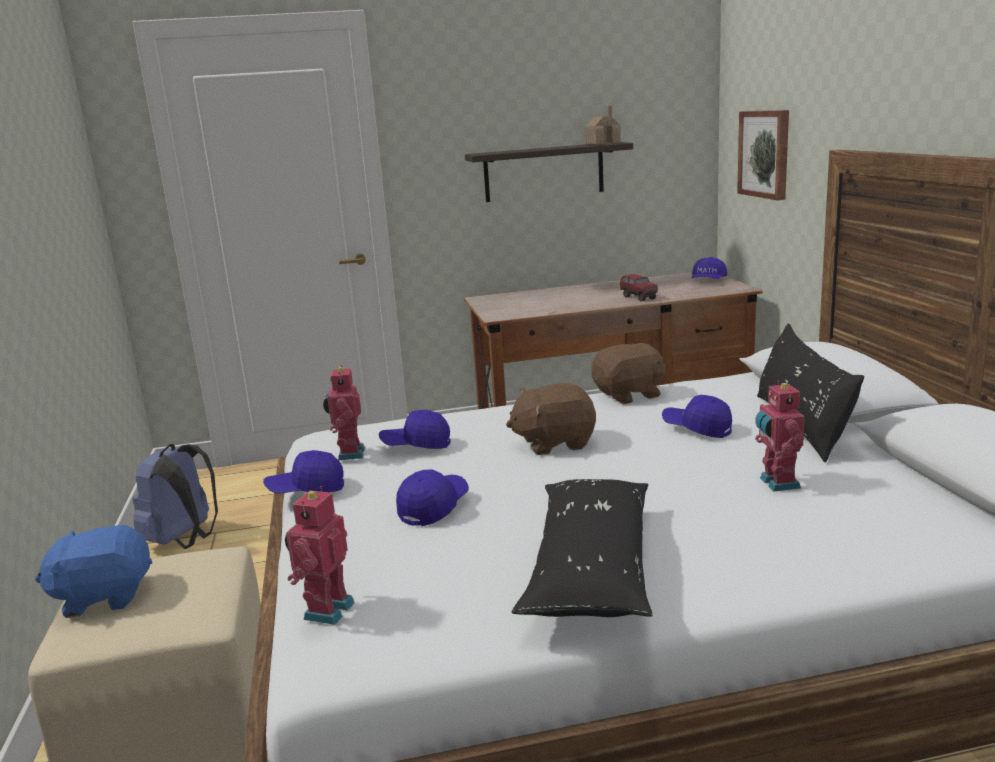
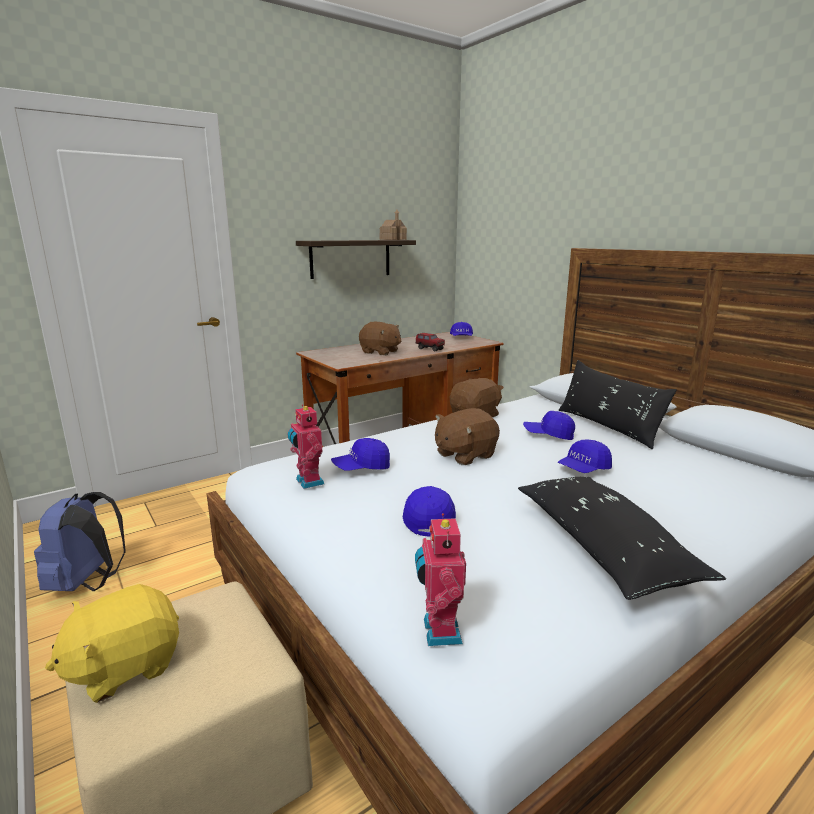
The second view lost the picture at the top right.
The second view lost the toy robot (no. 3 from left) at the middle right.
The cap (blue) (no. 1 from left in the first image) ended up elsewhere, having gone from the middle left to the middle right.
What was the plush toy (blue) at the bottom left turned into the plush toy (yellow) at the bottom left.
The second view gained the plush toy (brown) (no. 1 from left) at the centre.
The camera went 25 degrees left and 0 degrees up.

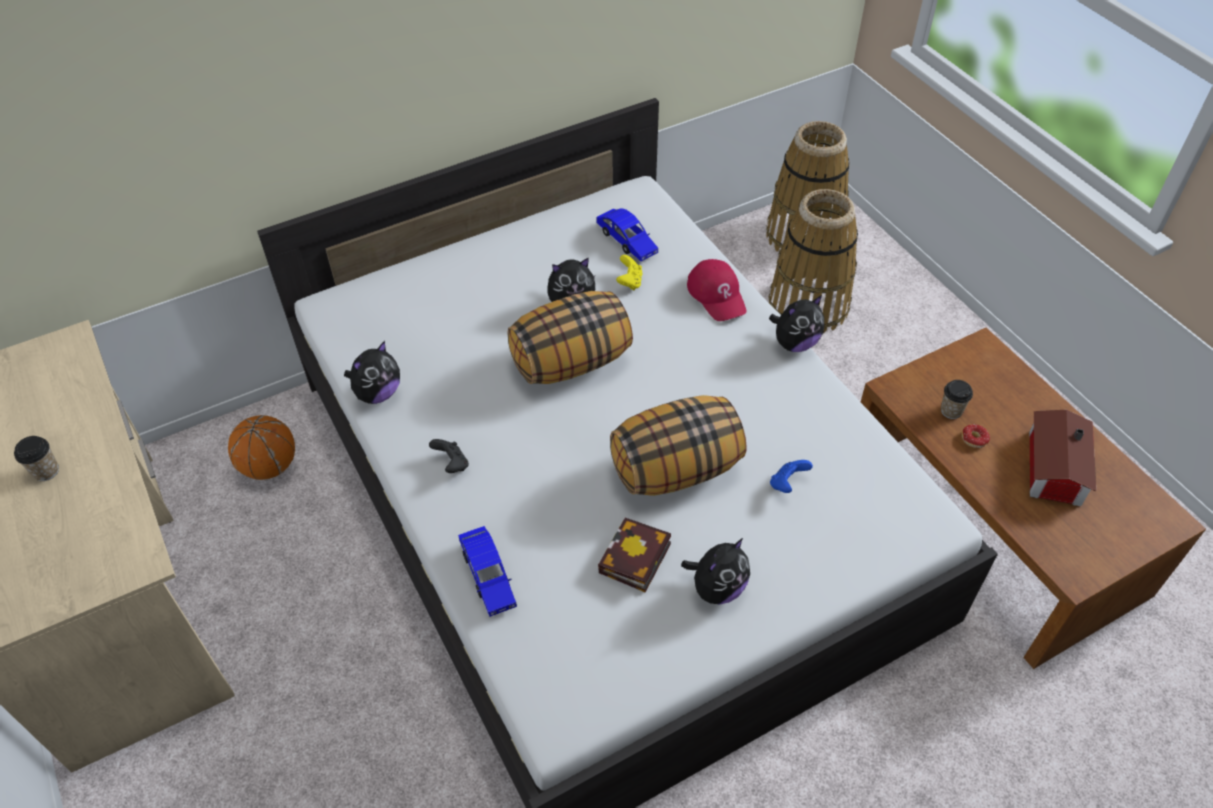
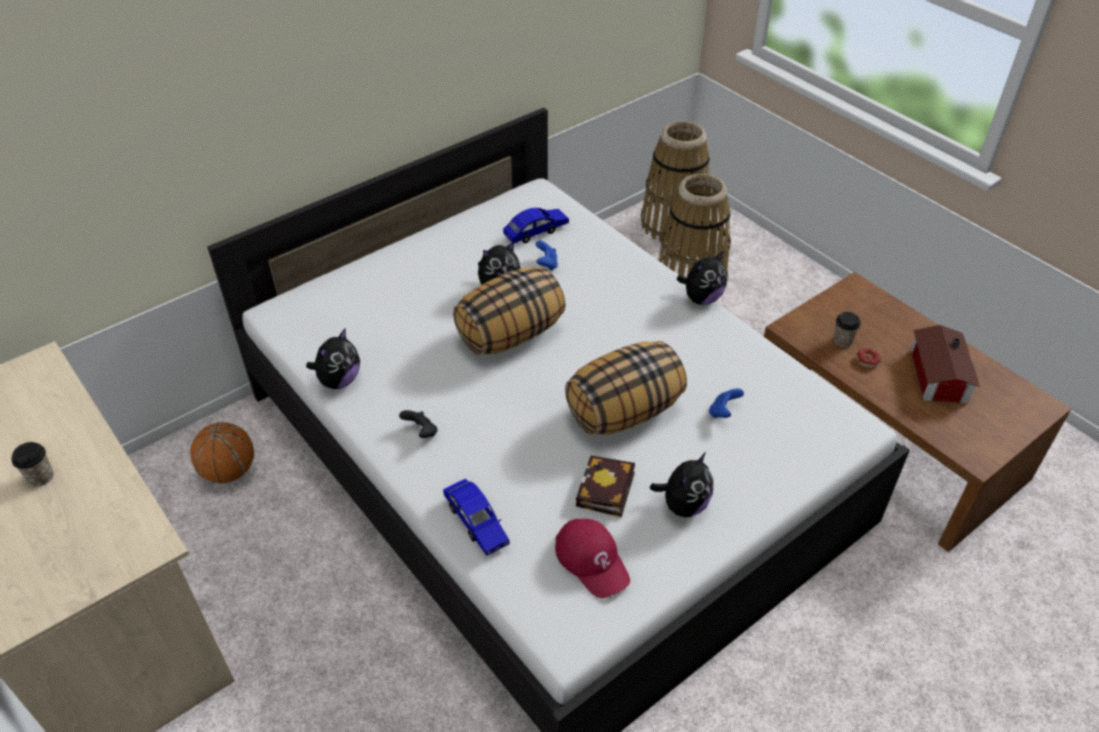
The toy car (blue) (no. 2 from left) at the top centre ended up facing another way, 75 degrees counterclockwise from before.
What was the game controller (yellow) at the centre turned into the game controller (blue) (no. 1 from left) at the centre.
The cap (red) ended up elsewhere, having gone from the centre to the bottom centre.
The camera went 10 degrees left and 5 degrees down.

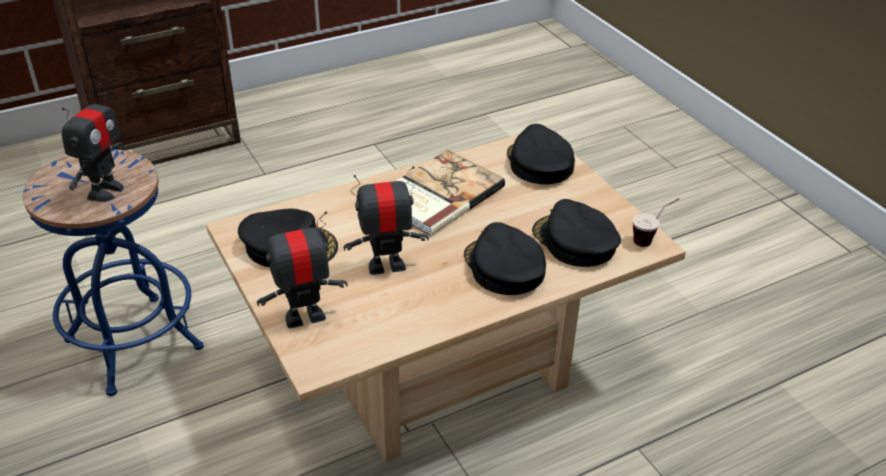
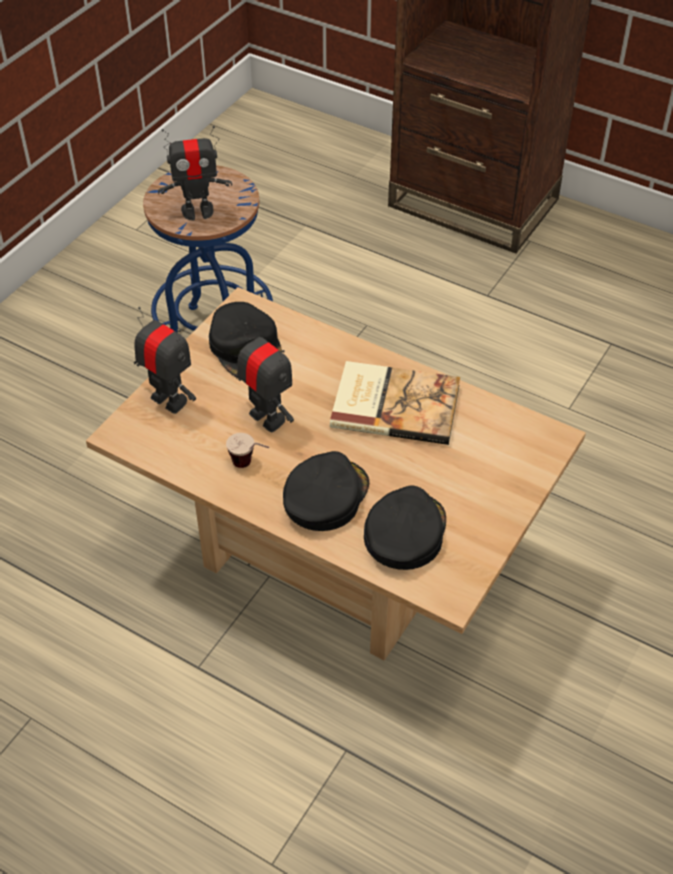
The second view lost the cap (black) (no. 3 from left) at the top centre.
The cup ended up elsewhere, having gone from the middle right to the centre.
The camera went 60 degrees right and 10 degrees up.

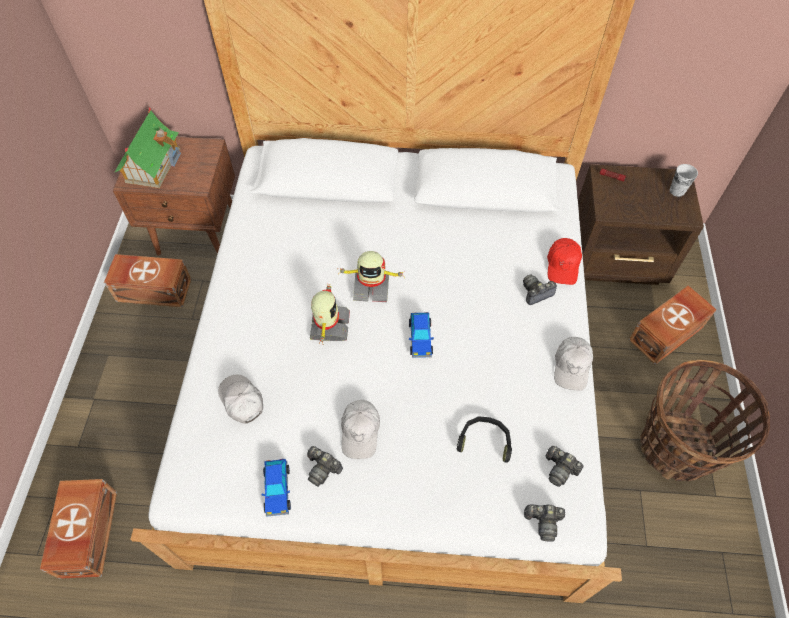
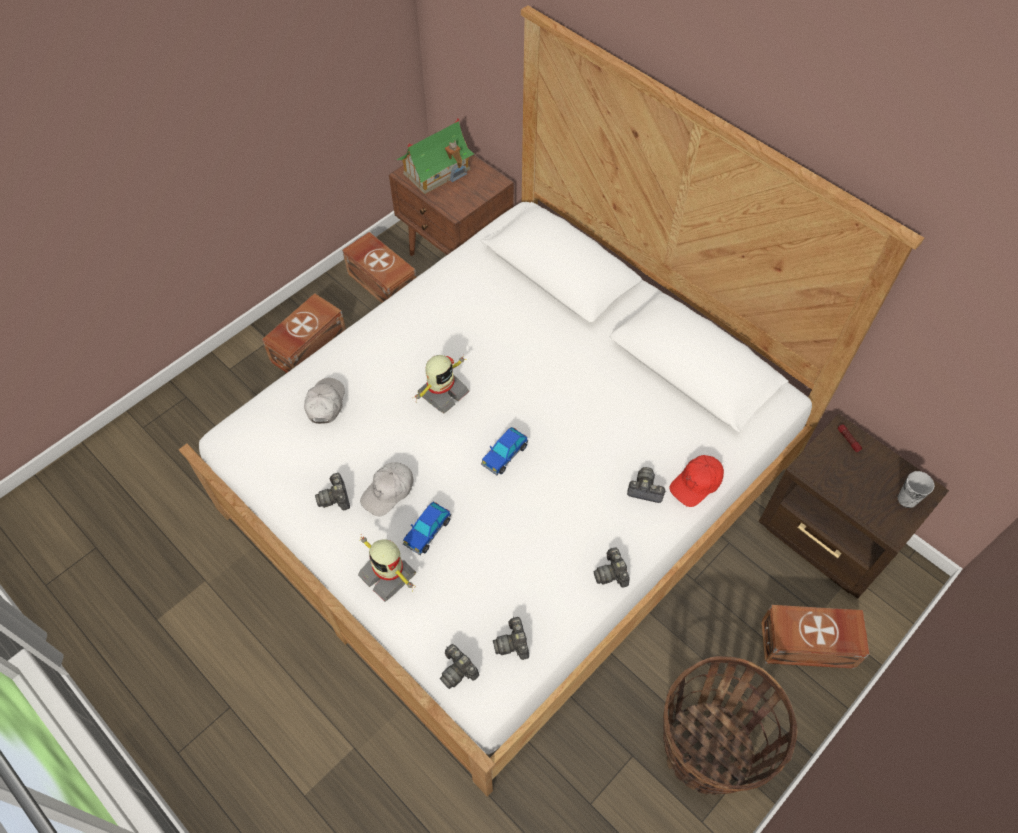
The toy robot (no. 2 from left in the first image) ended up elsewhere, having gone from the centre to the bottom centre.
Where the cap (white) (no. 3 from left) stood at the middle right, the photo camera (no. 4 from left) came to stand at the bottom centre.
The second view lost the headphones (black) at the bottom centre.
The toy car (no. 1 from left) ended up elsewhere, having gone from the bottom centre to the centre.
The storage box (brown) (no. 1 from left) ended up elsewhere, having gone from the bottom left to the middle left.
The camera went 40 degrees right and 0 degrees up.

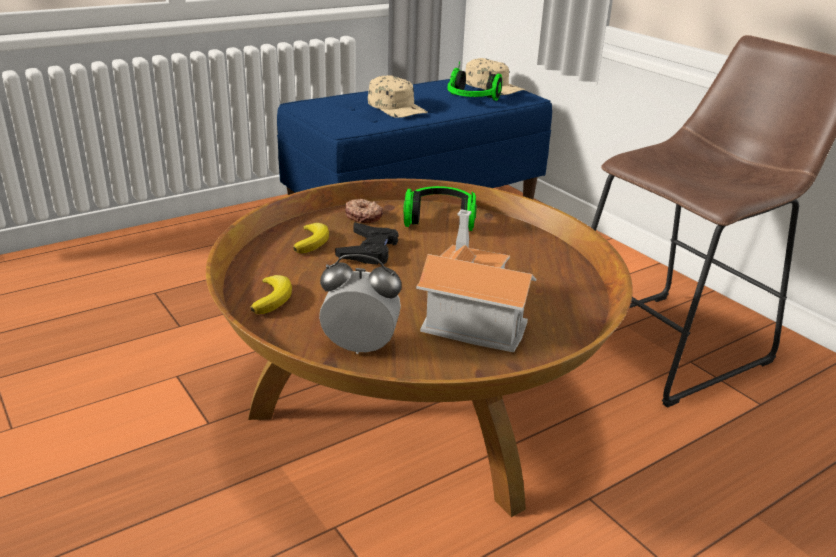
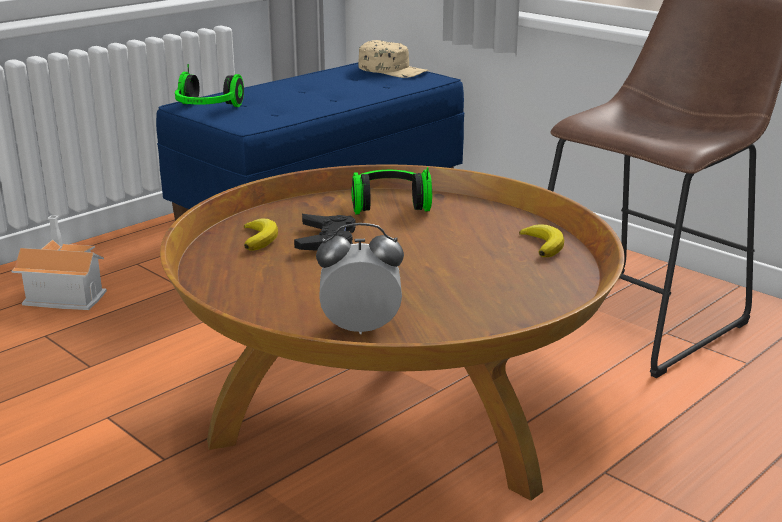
The headphones (no. 2 from left in the first image) ended up elsewhere, having gone from the top centre to the top left.
The second view lost the cap (beige) (no. 1 from left) at the top centre.
The second view lost the donut at the centre.
The toy house ended up elsewhere, having gone from the centre to the middle left.
The banana (no. 1 from left in the first image) ended up elsewhere, having gone from the middle left to the middle right.
The camera went 10 degrees left and 5 degrees down.

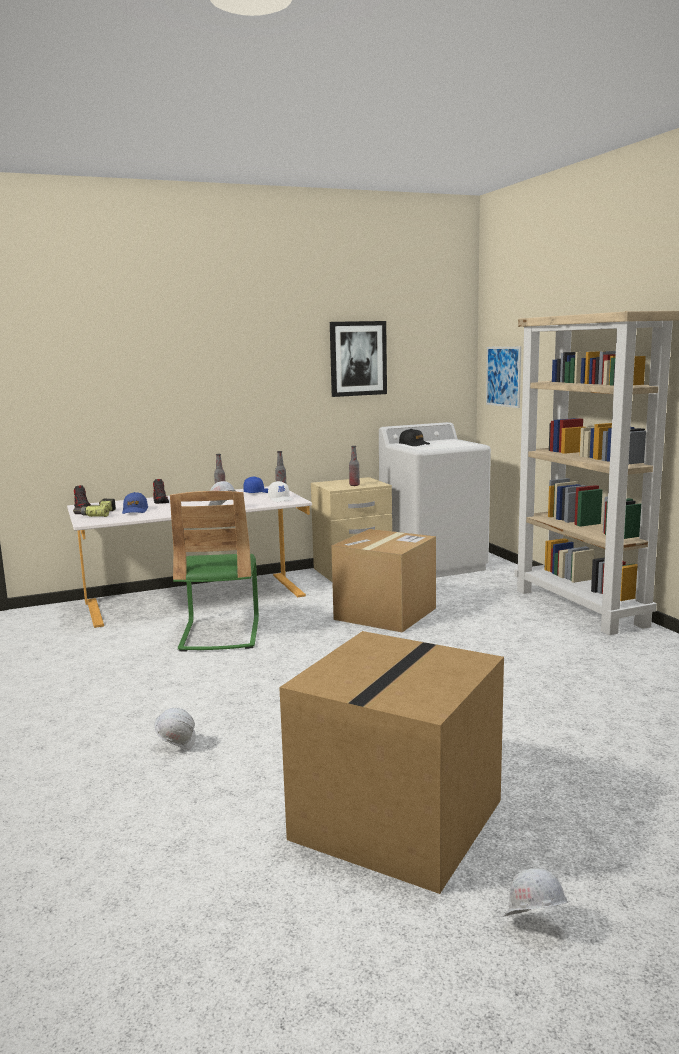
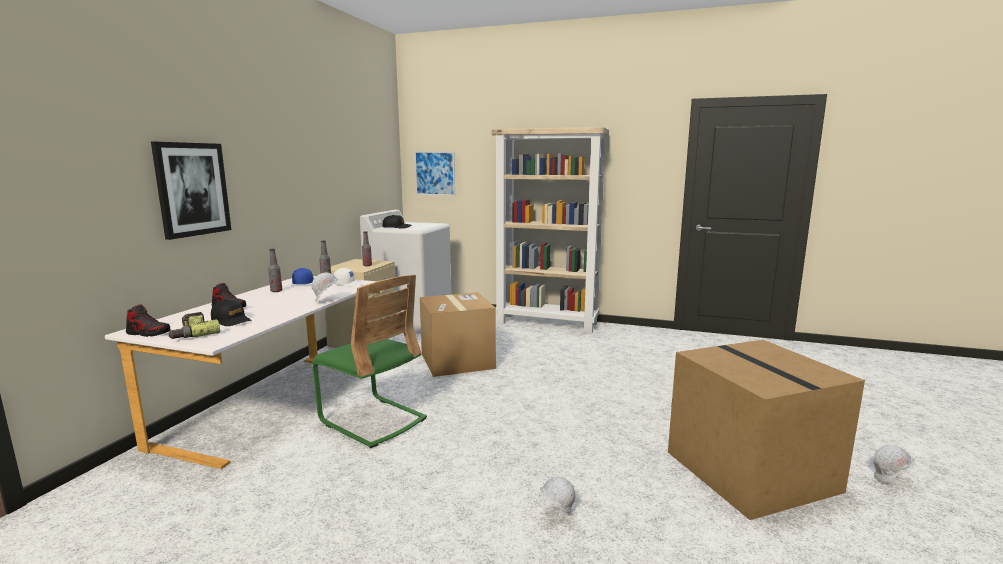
The picture (no. 1 from left) ended up elsewhere, having gone from the centre to the middle left.
What was the cap (blue) (no. 1 from left) at the middle left turned into the cap (black) (no. 1 from left) at the middle left.
The camera went 50 degrees left and 0 degrees up.

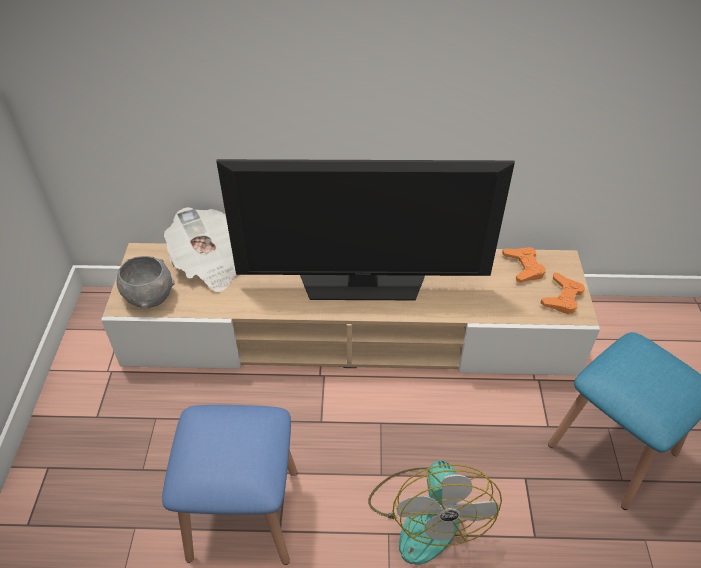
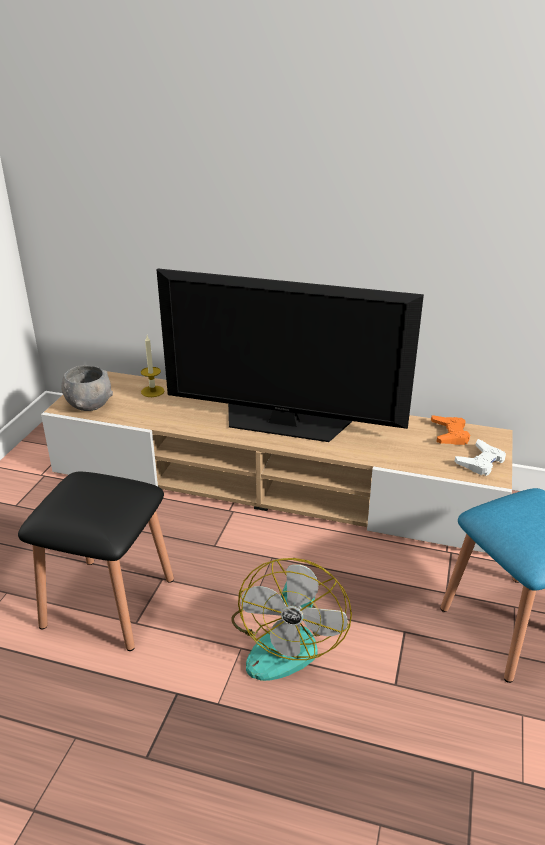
Where the newspaper stood at the middle left, the candle came to stand at the middle left.
What was the game controller (orange) (no. 2 from left) at the middle right turned into the game controller (white) at the middle right.
What was the stool (blue) (no. 1 from left) at the bottom left turned into the stool (black) at the middle left.
The camera went 15 degrees right and 15 degrees down.

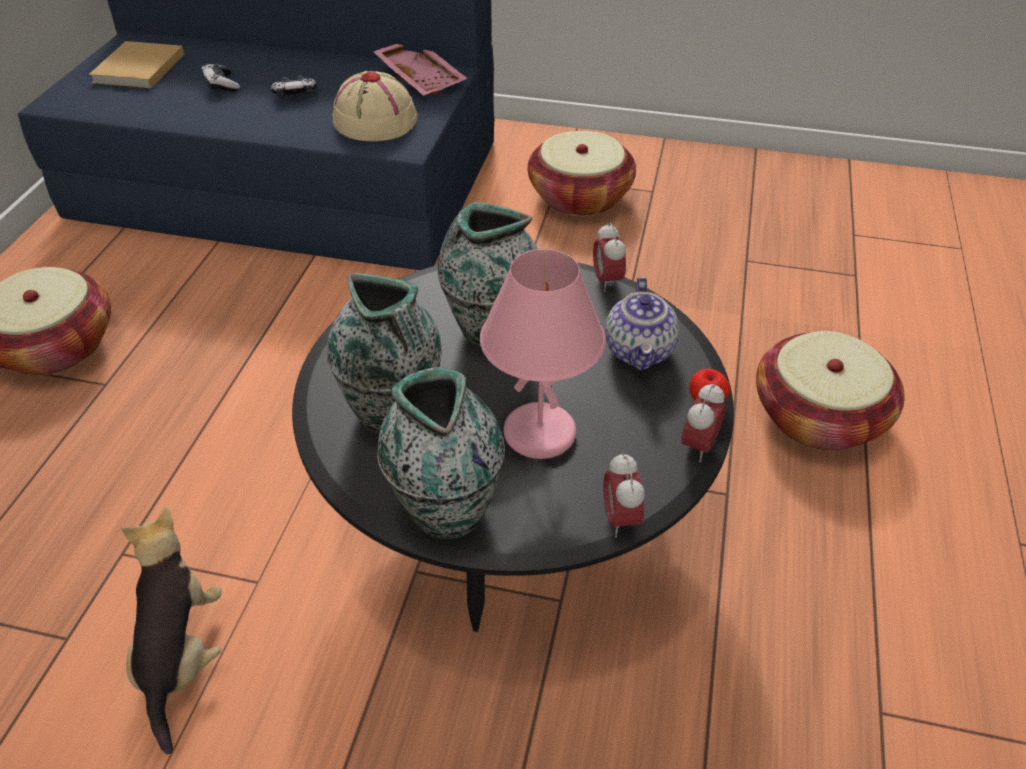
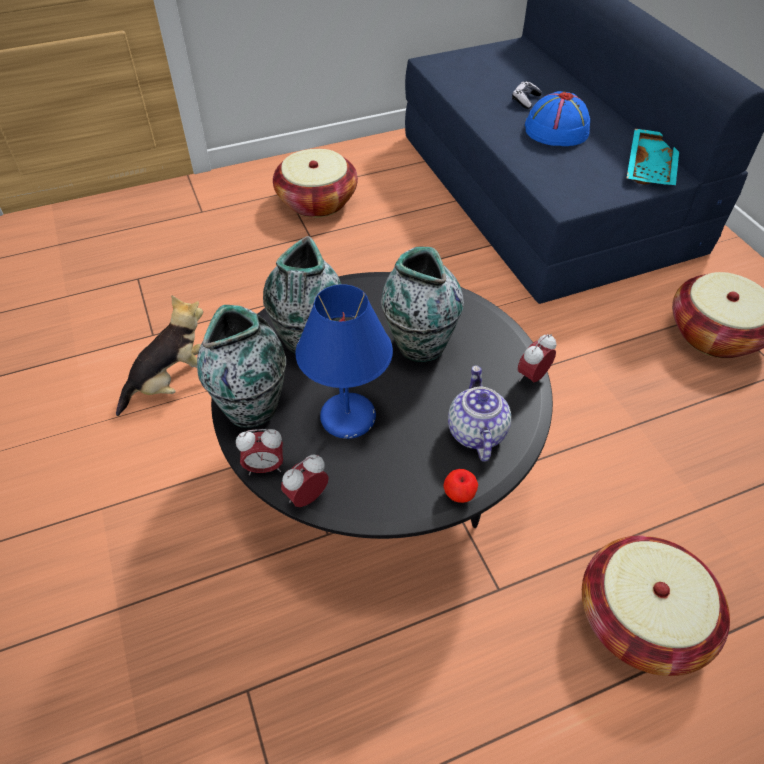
The second view lost the book (beige) at the top left.
What was the tray (pink) at the top centre turned into the tray (turquoise) at the top right.
The second view lost the hat (beige) at the top centre.
Where the game controller (no. 2 from left) stood at the top left, the hat (blue) came to stand at the top right.
What was the table lamp (pink) at the centre turned into the table lamp (blue) at the centre.
The teapot at the centre ended up facing another way, 120 degrees clockwise from before.
The alarm clock (no. 3 from left in the first image) ended up elsewhere, having gone from the middle right to the centre.
The camera went 55 degrees right and 5 degrees up.

